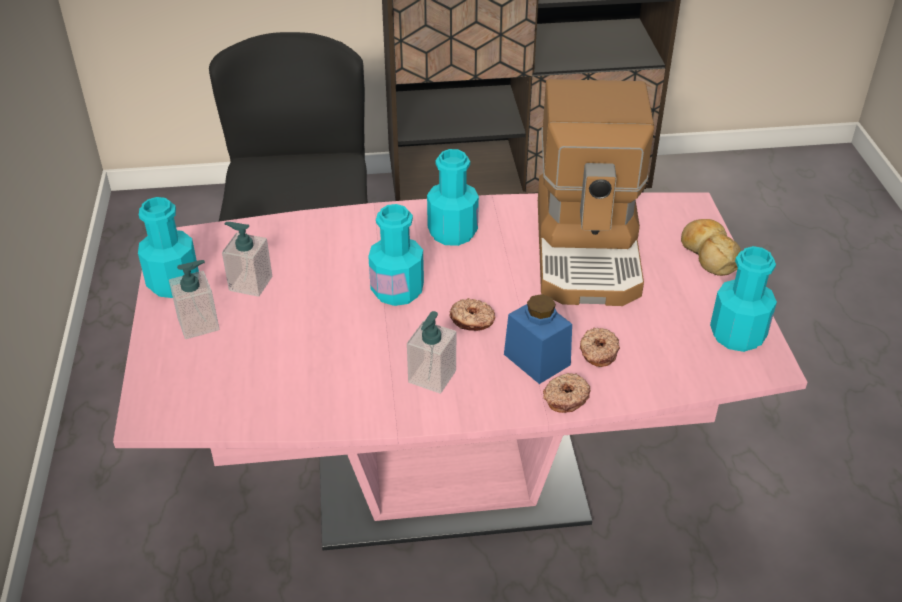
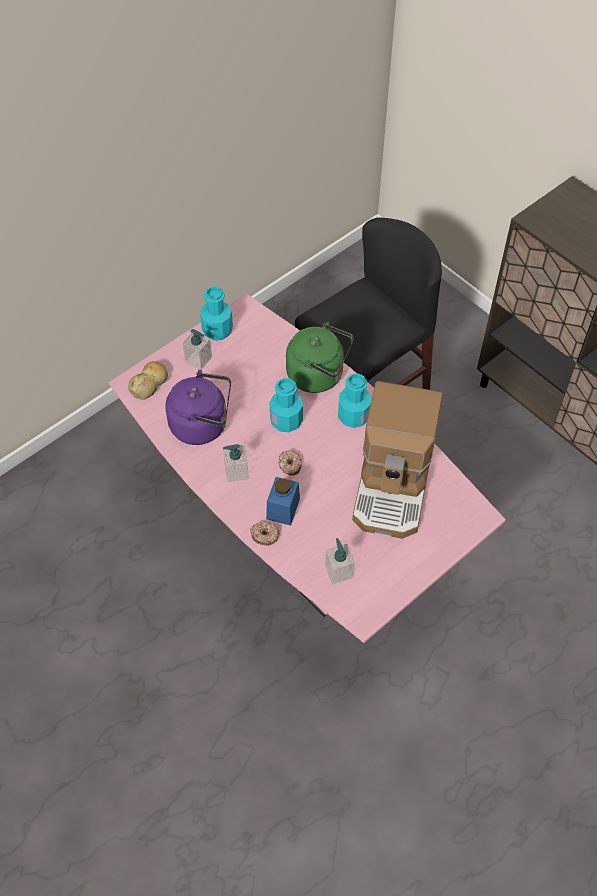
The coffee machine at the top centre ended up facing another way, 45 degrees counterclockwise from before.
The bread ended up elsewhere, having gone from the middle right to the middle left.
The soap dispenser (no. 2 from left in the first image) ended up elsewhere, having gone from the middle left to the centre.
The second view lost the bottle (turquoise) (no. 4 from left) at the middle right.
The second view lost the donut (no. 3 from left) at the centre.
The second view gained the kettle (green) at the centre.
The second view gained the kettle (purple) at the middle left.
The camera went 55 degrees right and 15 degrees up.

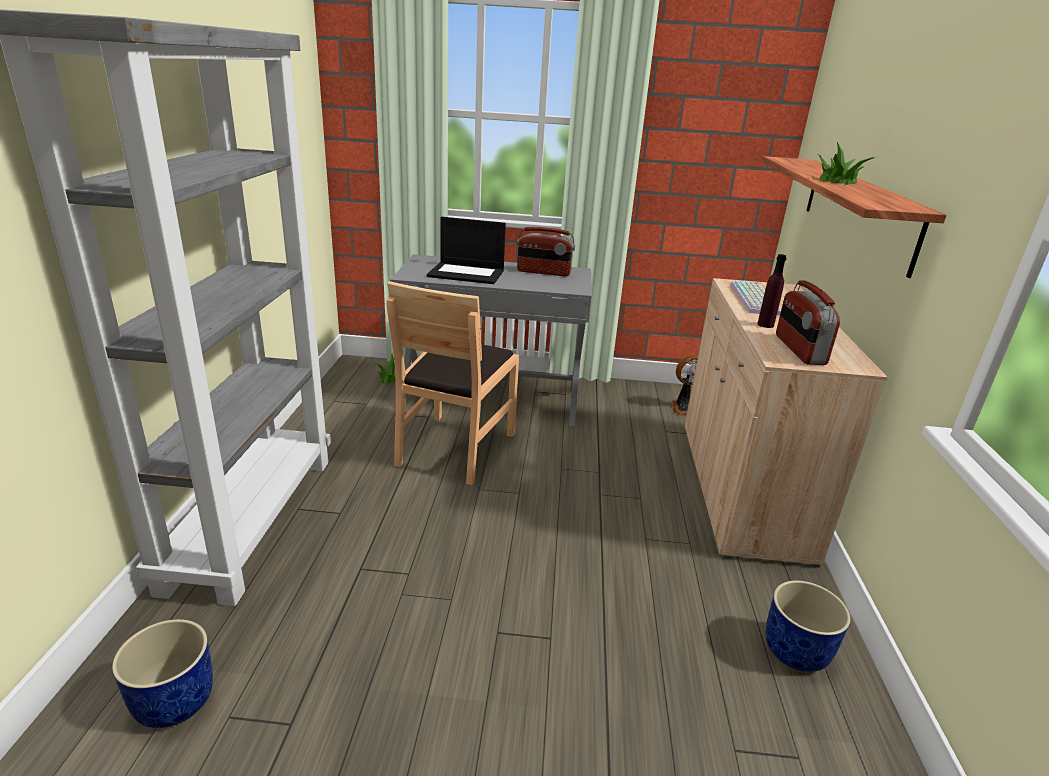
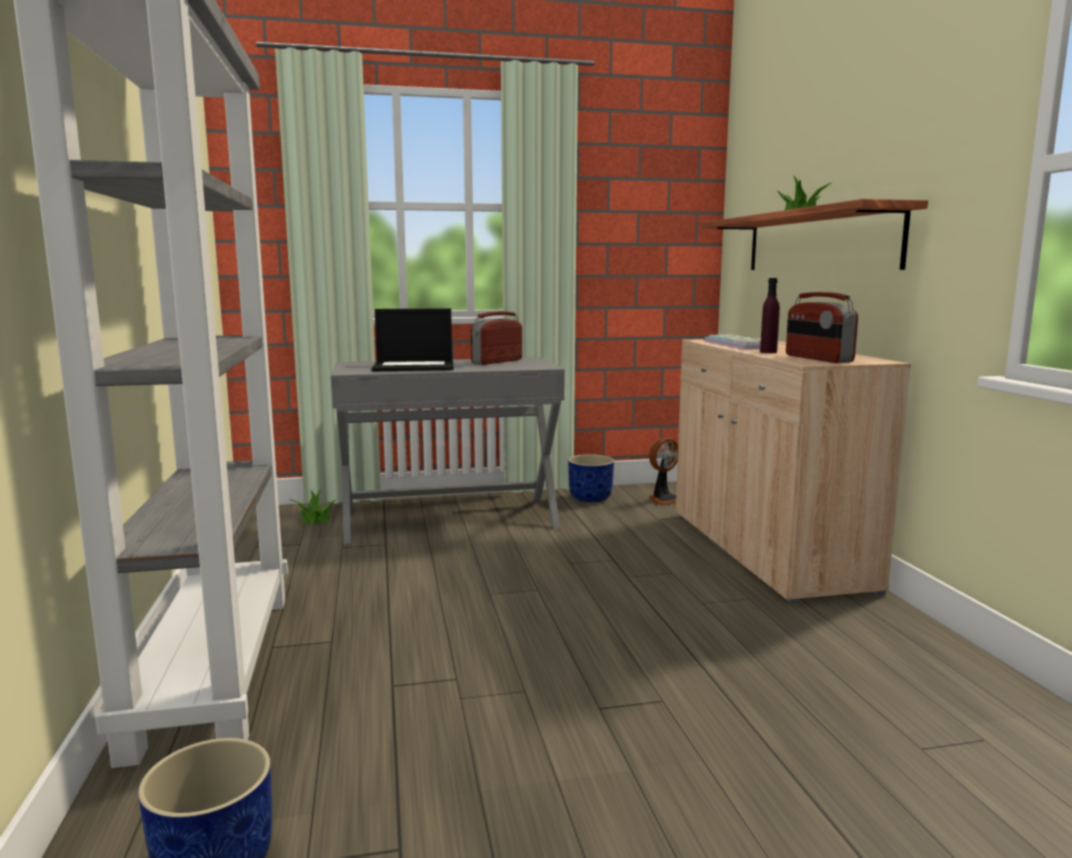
The radio (no. 1 from left) at the top centre ended up facing another way, 135 degrees clockwise from before.
The second view lost the chair (brown) at the centre.
The planter (blue) (no. 2 from left) ended up elsewhere, having gone from the bottom right to the centre.
The camera went 15 degrees left and 15 degrees down.

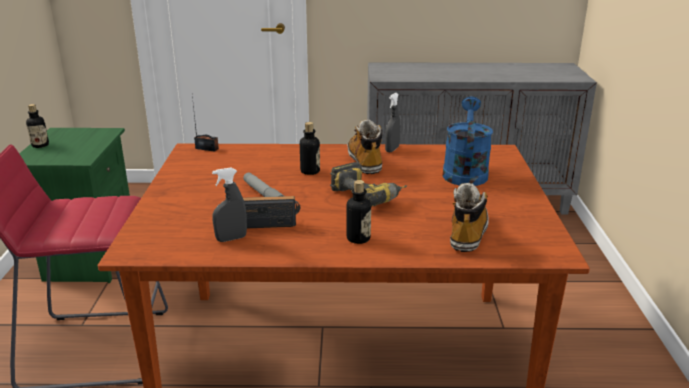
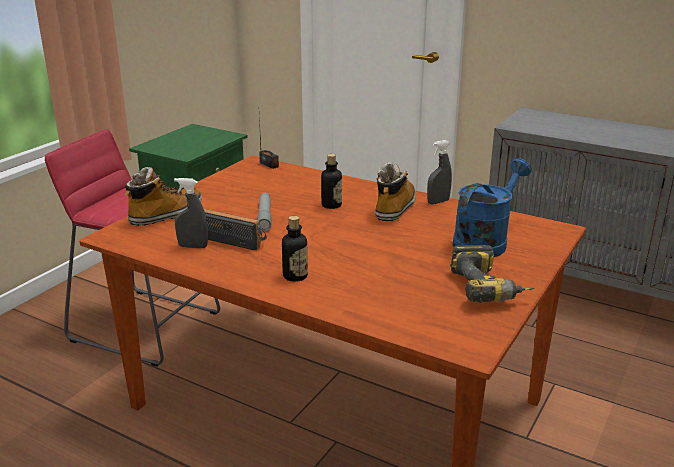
The second view lost the bottle (no. 1 from left) at the top left.
The power drill ended up elsewhere, having gone from the centre to the middle right.
The boot (no. 2 from left in the first image) ended up elsewhere, having gone from the middle right to the middle left.
The camera went 30 degrees right and 0 degrees up.

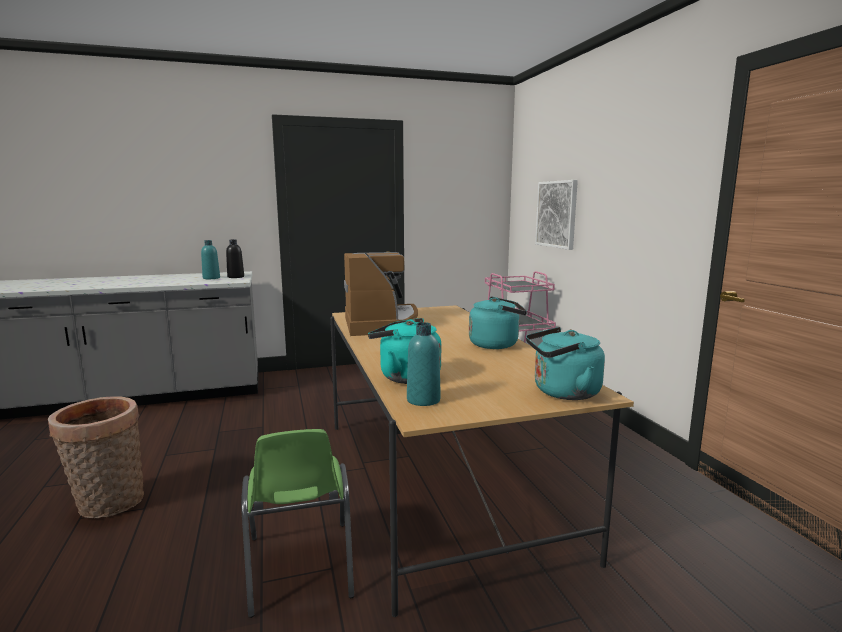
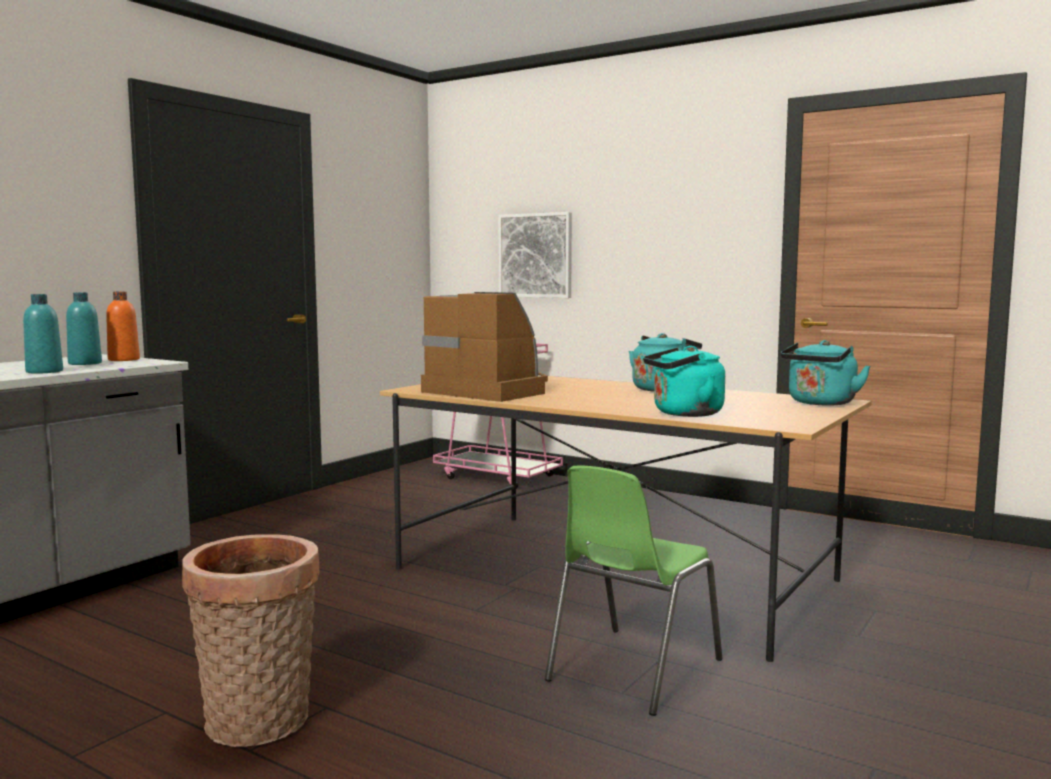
What was the bottle (black) at the middle left turned into the bottle (orange) at the middle left.
The bottle (turquoise) (no. 2 from left in the first image) ended up elsewhere, having gone from the centre to the middle left.
The chair (green) at the bottom centre ended up facing another way, 90 degrees clockwise from before.
The camera went 40 degrees left and 5 degrees down.

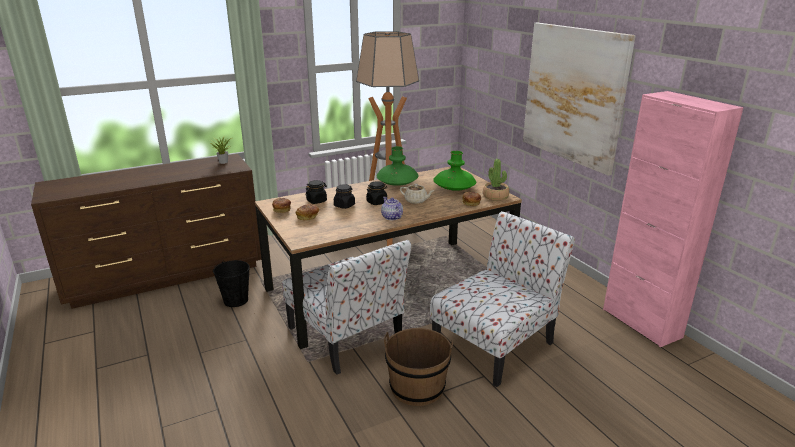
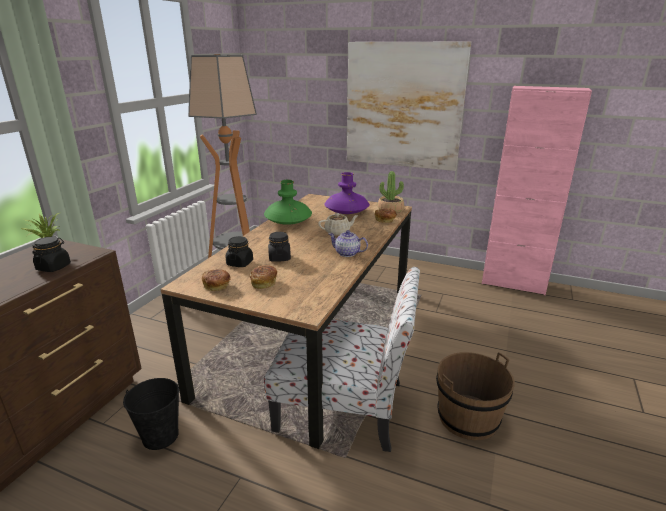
What was the vase (green) (no. 2 from left) at the centre turned into the vase (purple) at the centre.
The jar (black) (no. 3 from left in the first image) ended up elsewhere, having gone from the centre to the middle left.
The second view lost the chair (no. 2 from left) at the bottom centre.
The camera went 40 degrees left and 0 degrees up.

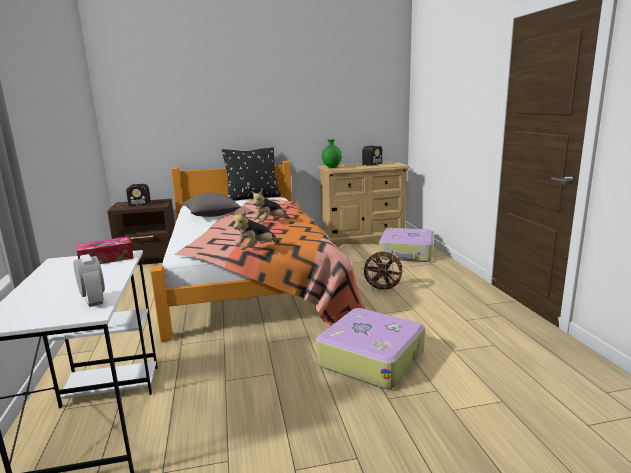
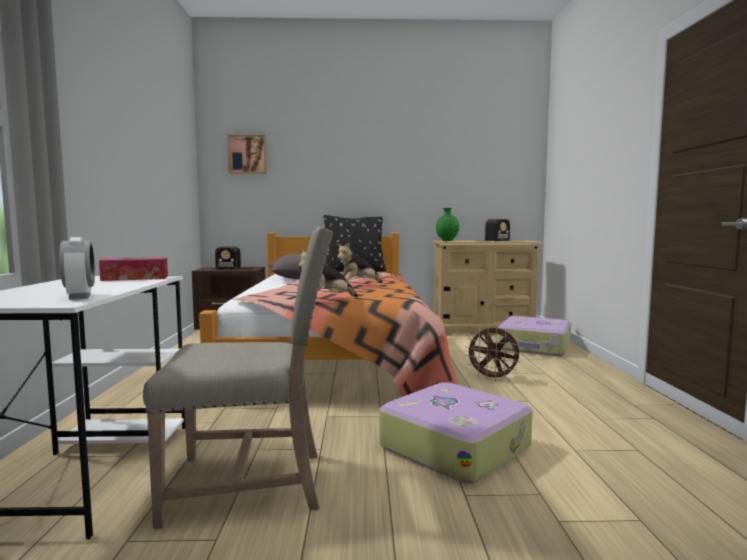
The second view gained the picture at the top left.
The second view gained the chair (beige) at the bottom left.
The camera went 10 degrees right and 10 degrees down.

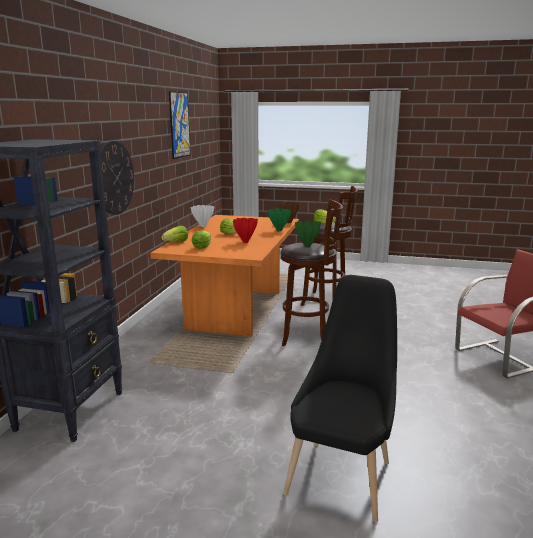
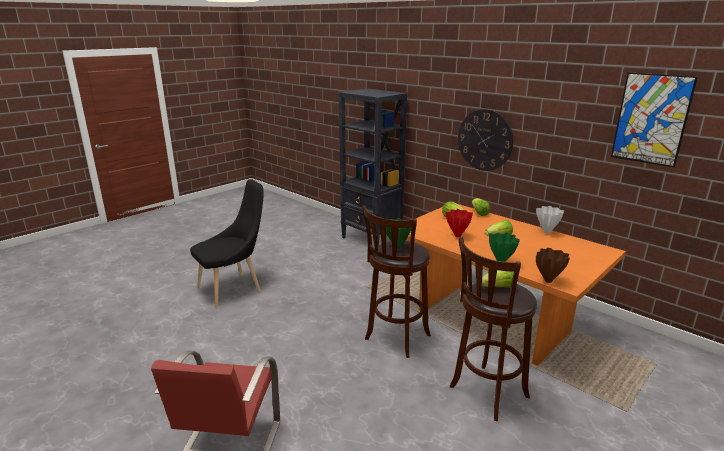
The chair (black) at the bottom centre ended up facing another way, 90 degrees counterclockwise from before.
The camera went 120 degrees right and 5 degrees up.

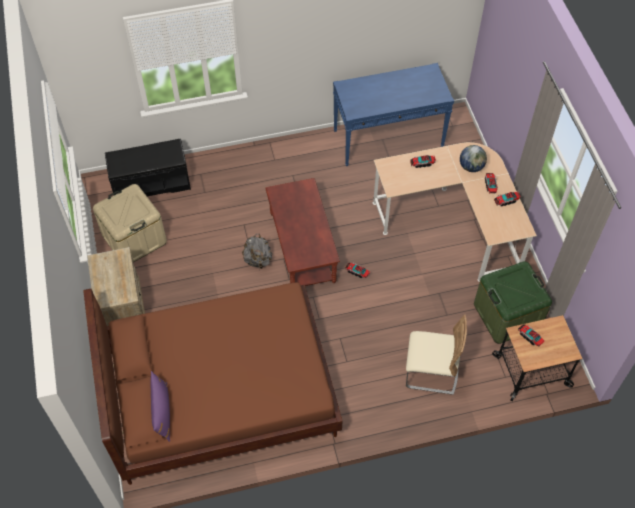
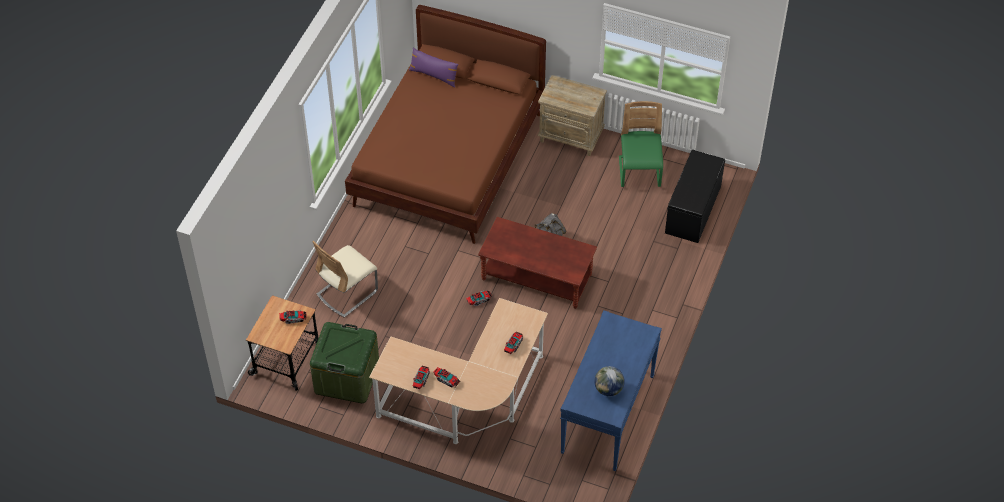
The globe ended up elsewhere, having gone from the top right to the bottom centre.
Where the storage box (beige) stood at the middle left, the chair (green) came to stand at the top centre.
The camera went 125 degrees right and 5 degrees down.

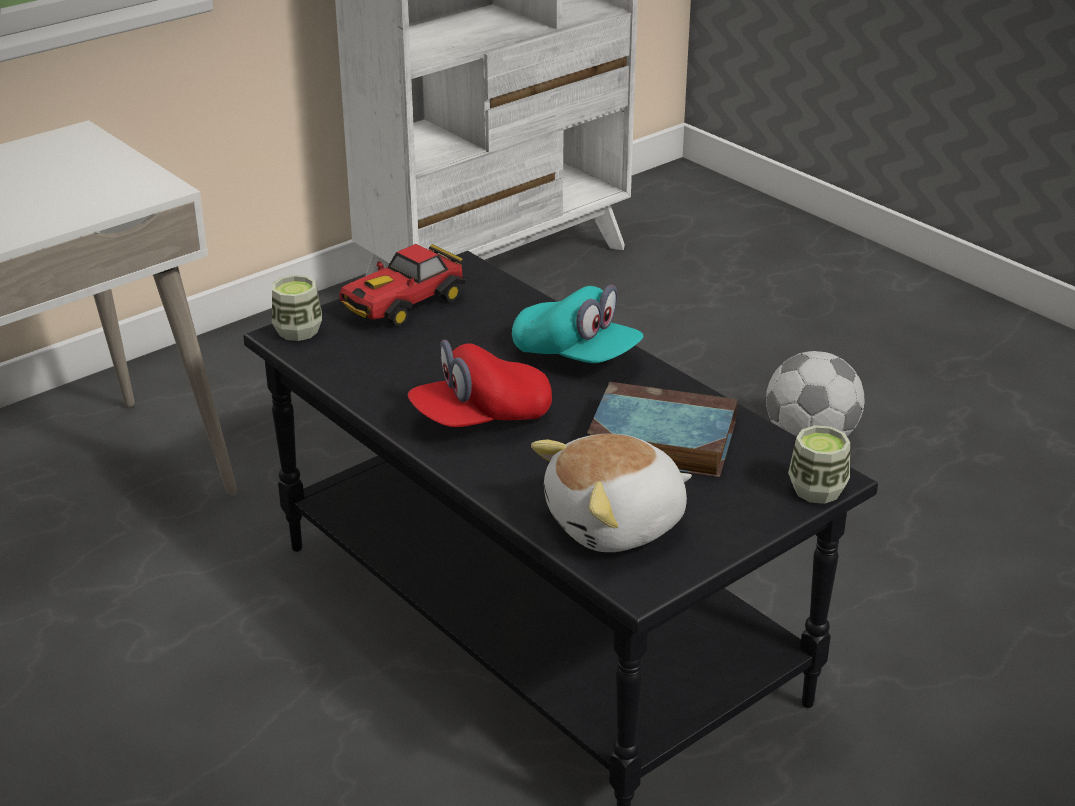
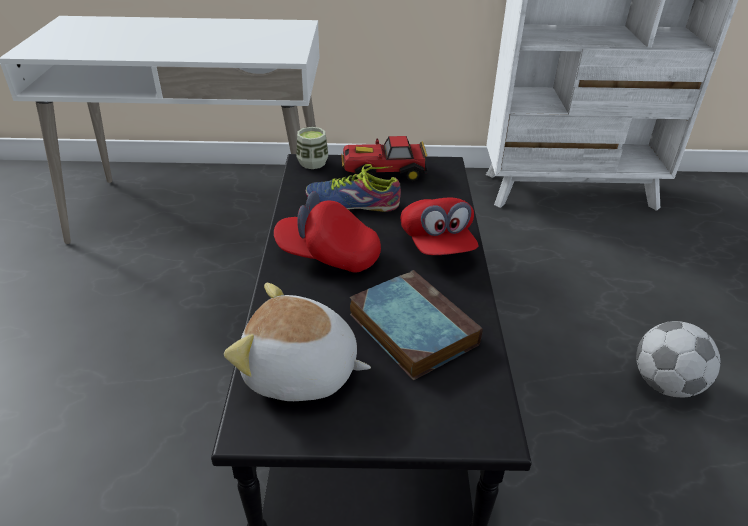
What was the cap (turquoise) at the centre turned into the cap (red) (no. 2 from left) at the centre.
The second view lost the cup (no. 2 from left) at the middle right.
The second view gained the shoe at the centre.
The camera went 40 degrees right and 5 degrees up.

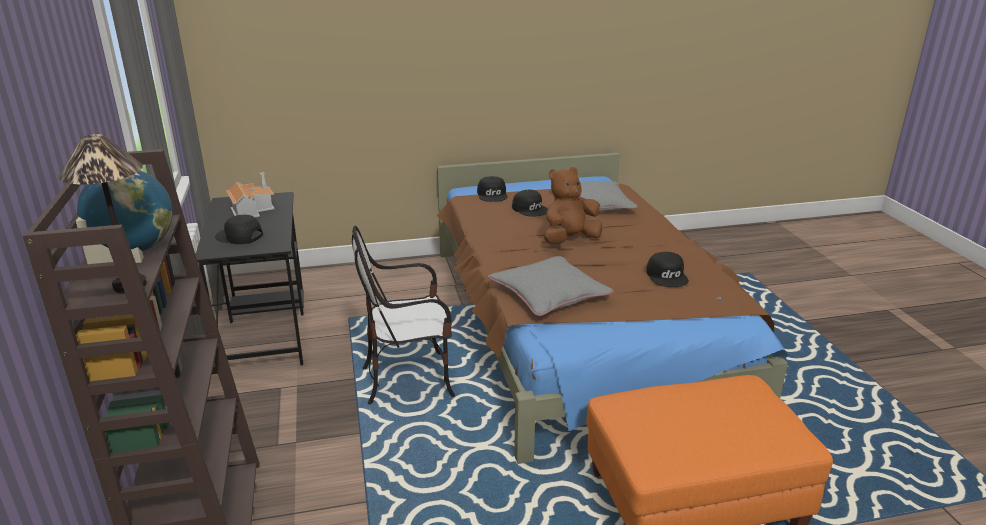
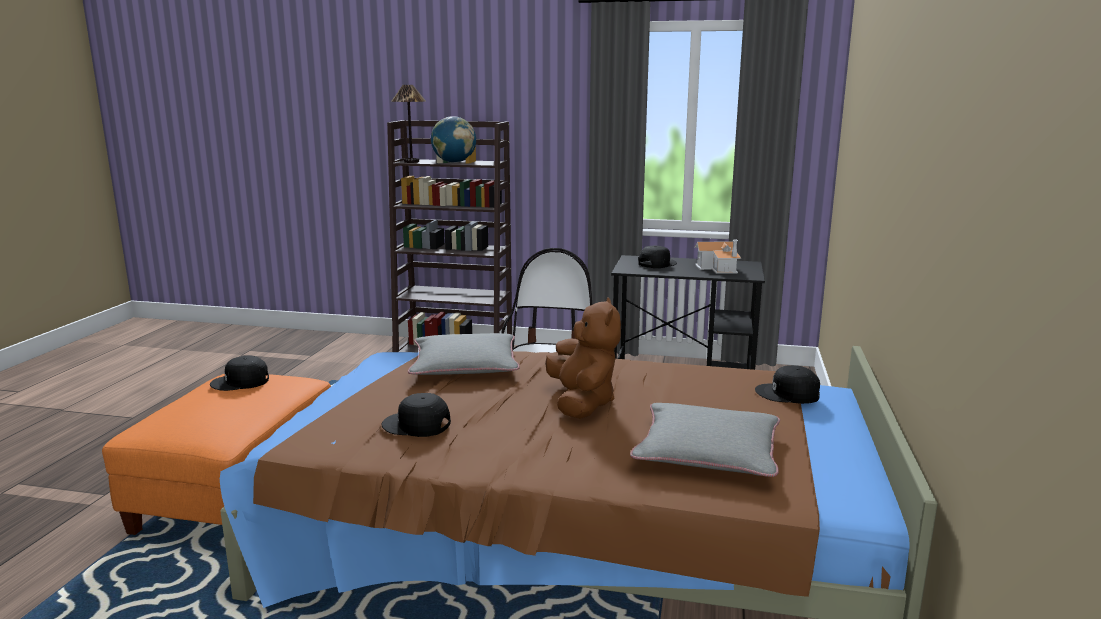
The cap (black) (no. 3 from left in the first image) ended up elsewhere, having gone from the centre to the middle left.
The camera went 115 degrees right and 10 degrees down.

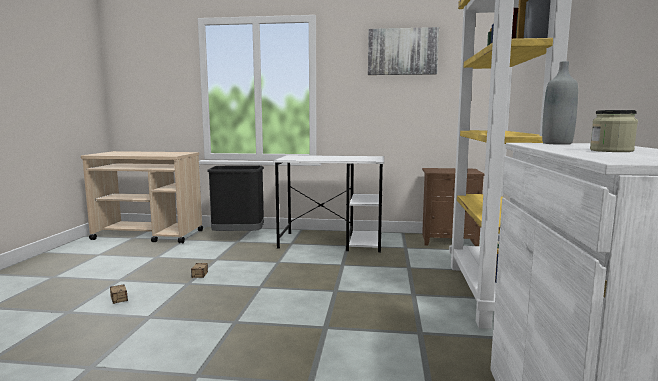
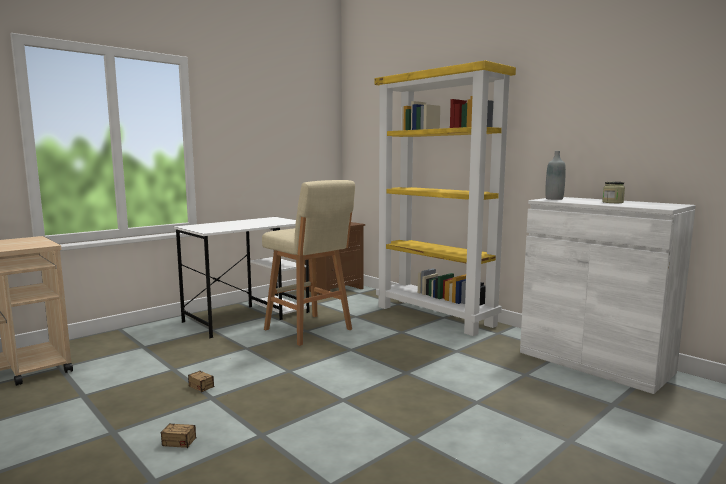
The second view lost the picture at the top centre.
The second view lost the trash can (black) at the centre.
The second view gained the stool (beige) at the centre.
The camera went 50 degrees left and 0 degrees up.

